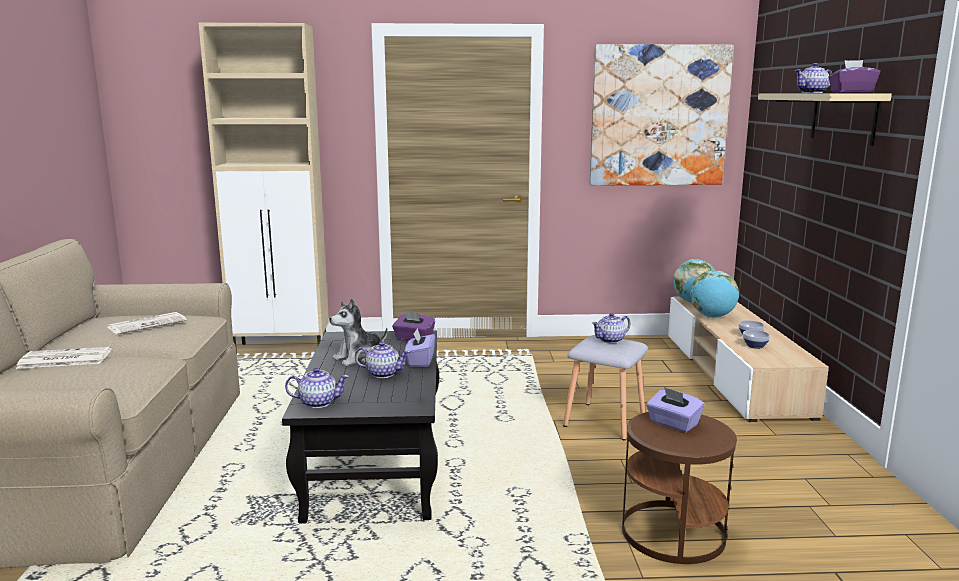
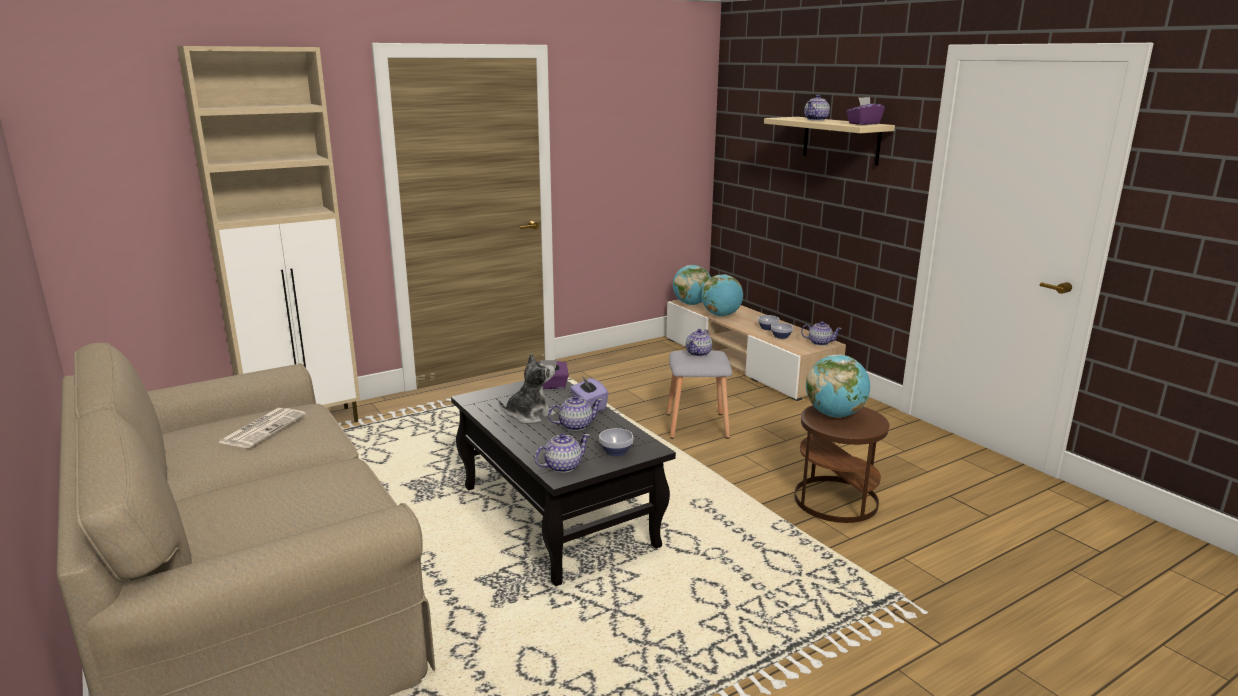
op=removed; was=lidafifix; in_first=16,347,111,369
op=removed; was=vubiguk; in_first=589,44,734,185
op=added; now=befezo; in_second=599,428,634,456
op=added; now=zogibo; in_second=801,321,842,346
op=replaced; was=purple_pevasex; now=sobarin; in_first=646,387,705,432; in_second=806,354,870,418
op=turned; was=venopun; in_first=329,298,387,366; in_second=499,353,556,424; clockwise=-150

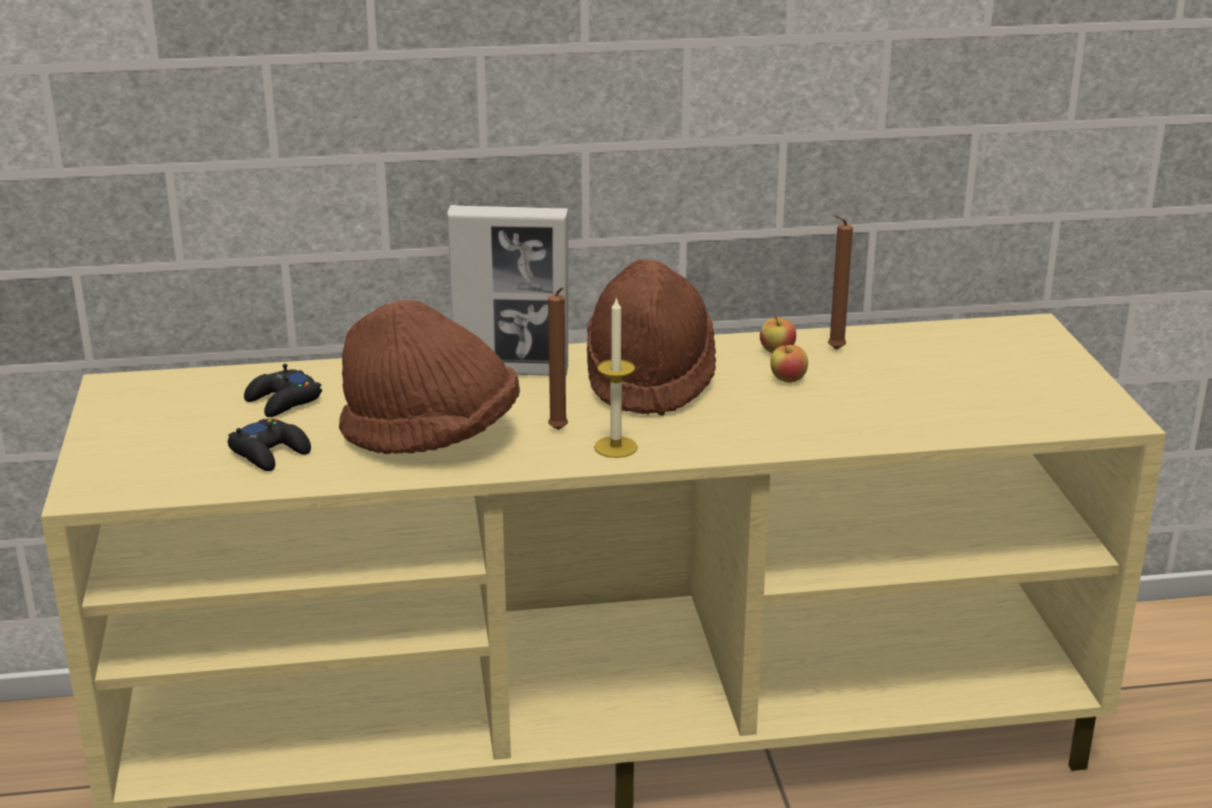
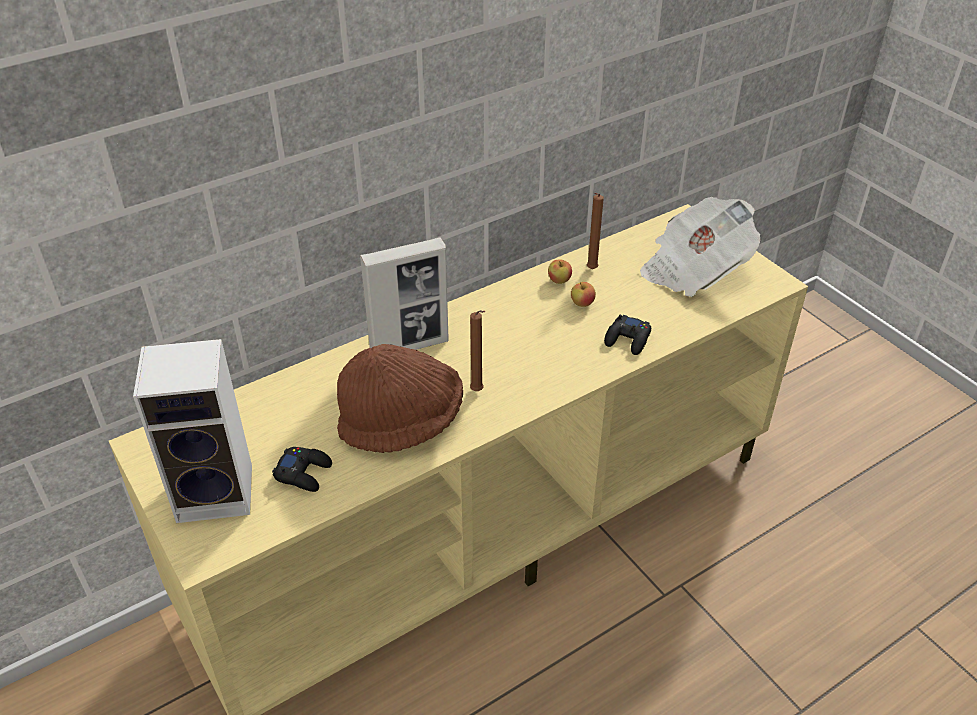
op=removed; was=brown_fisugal; in_first=587,259,716,416
op=removed; was=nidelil; in_first=594,296,638,458
op=added; now=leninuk; in_second=133,339,252,523
op=added; now=lidafifix; in_second=640,197,760,297
op=moved; was=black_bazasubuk; in_first=244,364,322,417; in_second=604,315,651,355

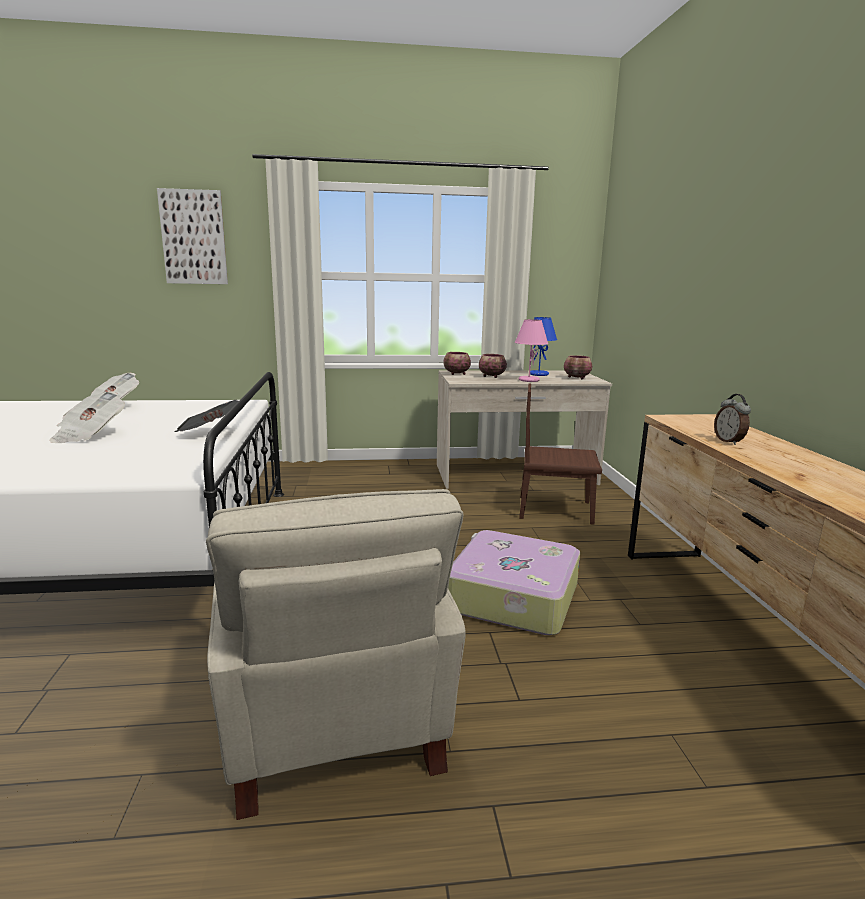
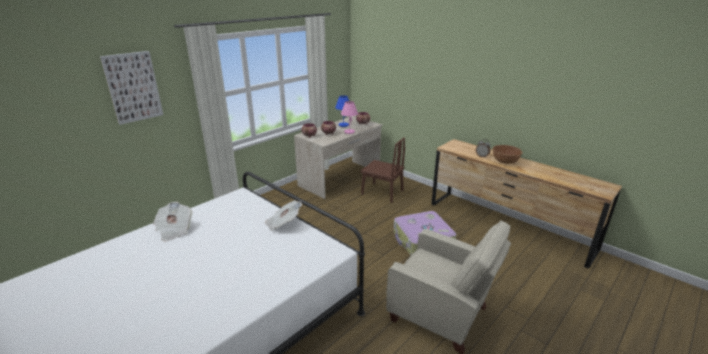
op=removed; was=lidafifix; in_first=49,391,125,443
op=added; now=brown_befezo; in_second=493,145,523,164
op=turned; was=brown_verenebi; in_first=519,384,602,525; in_second=360,137,405,203; clockwise=-120

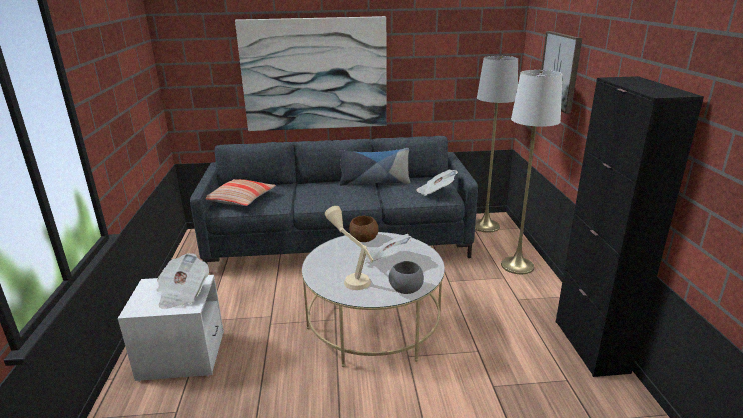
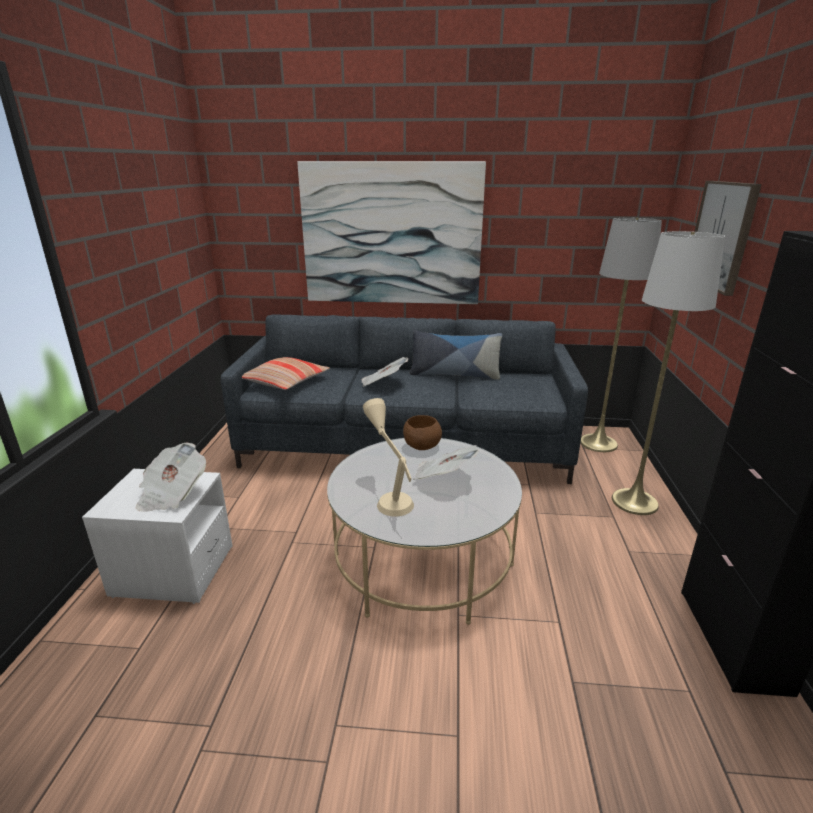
op=removed; was=grey_befezo; in_first=389,261,424,294
op=moved; was=lidafifix; in_first=416,170,458,196; in_second=362,357,408,387

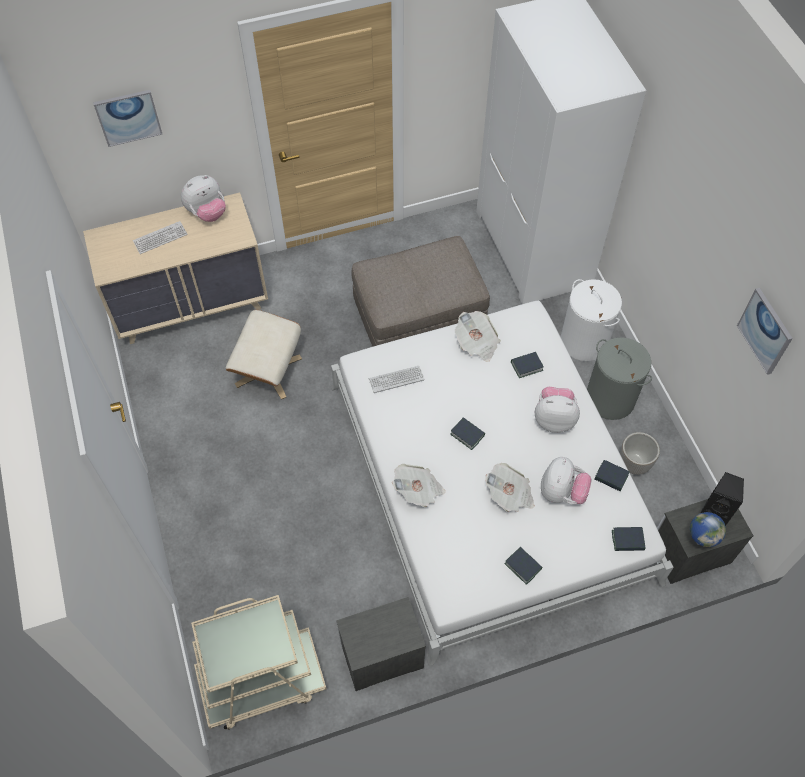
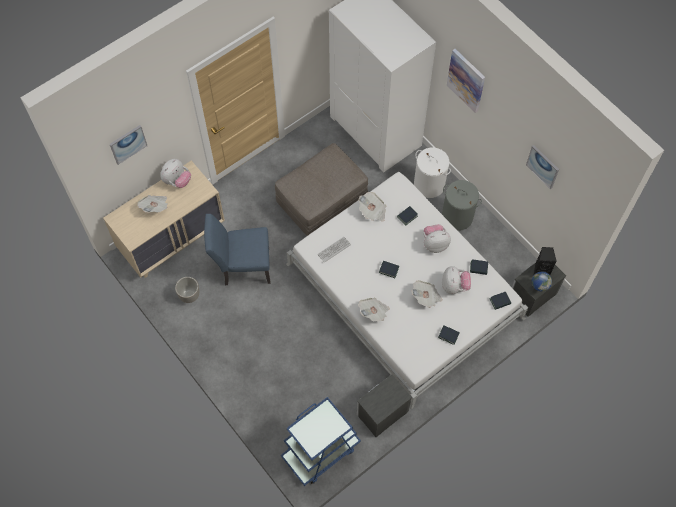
op=added; now=vubiguk; in_second=447,49,485,113
op=moved; was=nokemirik; in_first=620,432,660,475; in_second=175,277,199,303
op=replaced; was=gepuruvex; now=lidafifix; in_first=133,221,187,254; in_second=137,195,168,213
op=replaced; was=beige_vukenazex; now=blue_verenebi; in_first=226,310,302,400; in_second=204,214,271,285
op=recoloured; was=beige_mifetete; now=blue_mifetete; in_first=191,595,327,730; in_second=281,397,361,486

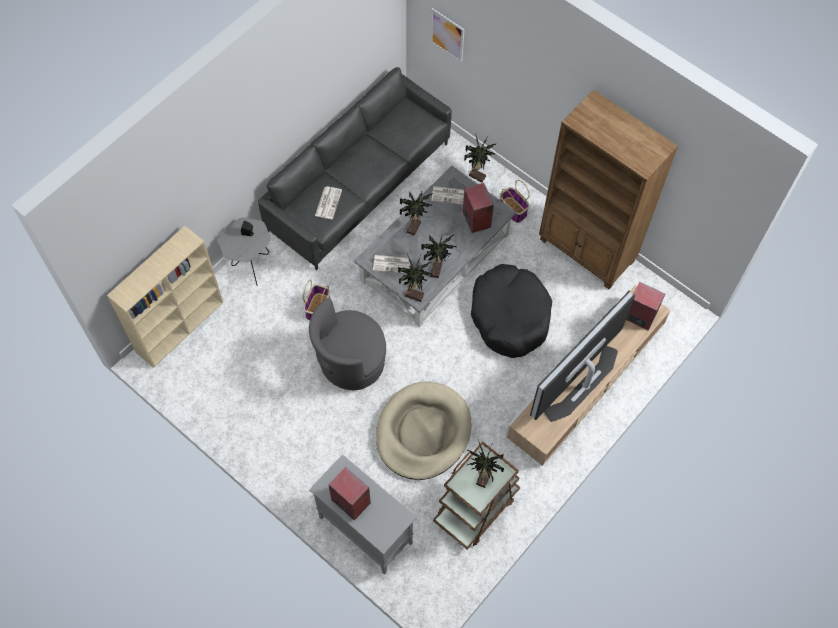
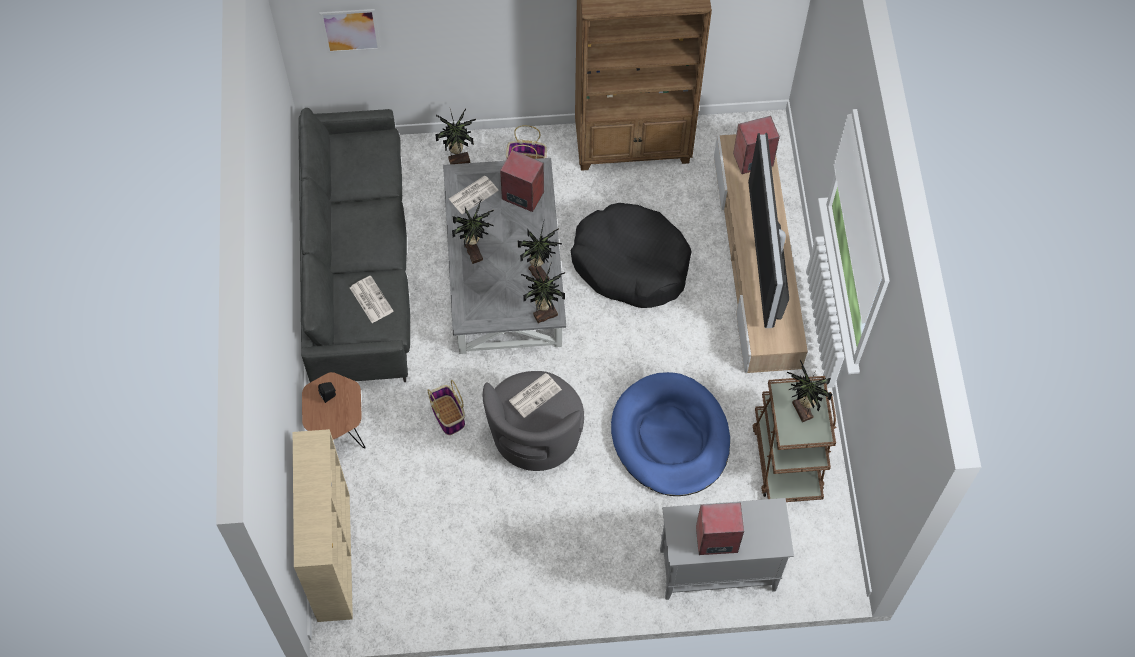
op=moved; was=lidafifix; in_first=373,255,411,274; in_second=509,373,562,418
op=recoloured; was=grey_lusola; now=brown_lusola; in_first=218,217,271,285; in_second=302,372,366,449
op=recoloured; was=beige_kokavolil; now=blue_kokavolil; in_first=376,382,471,480; in_second=611,372,730,496

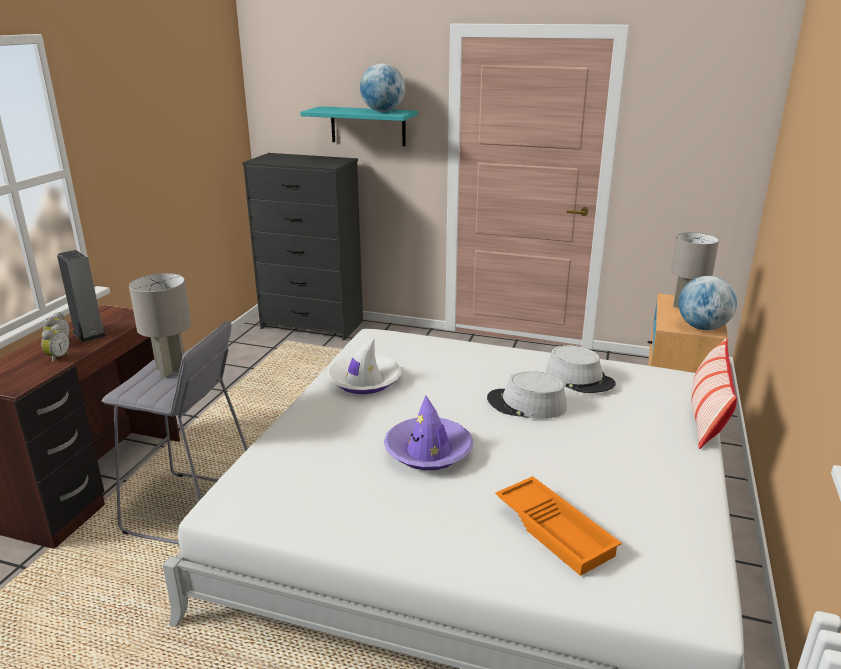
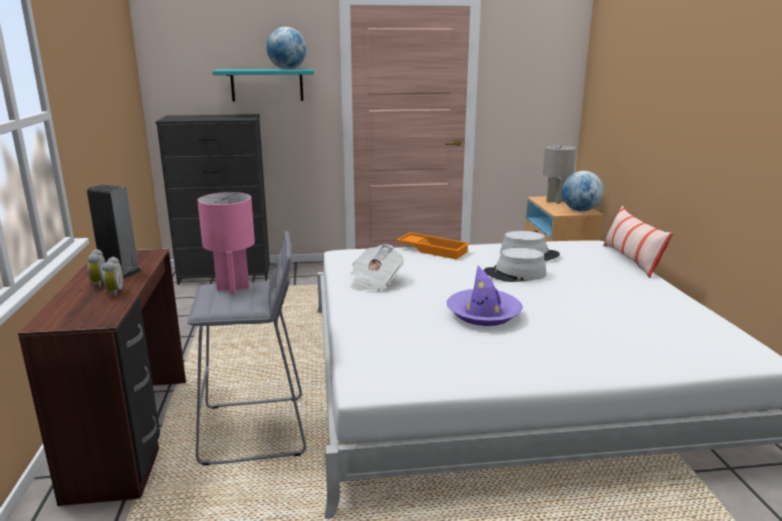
op=moved; was=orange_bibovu; in_first=495,476,622,576; in_second=396,232,470,259
op=replaced; was=white_fisugal; now=lidafifix; in_first=327,338,401,394; in_second=351,244,404,291
op=recoloured; was=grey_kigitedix; now=pink_kigitedix; in_first=129,273,191,378; in_second=197,192,255,295

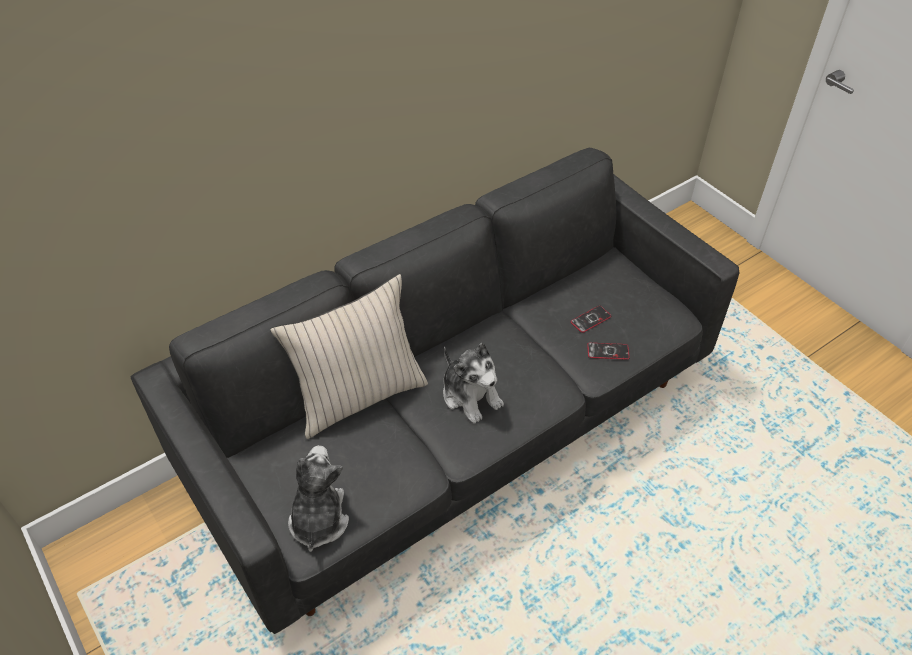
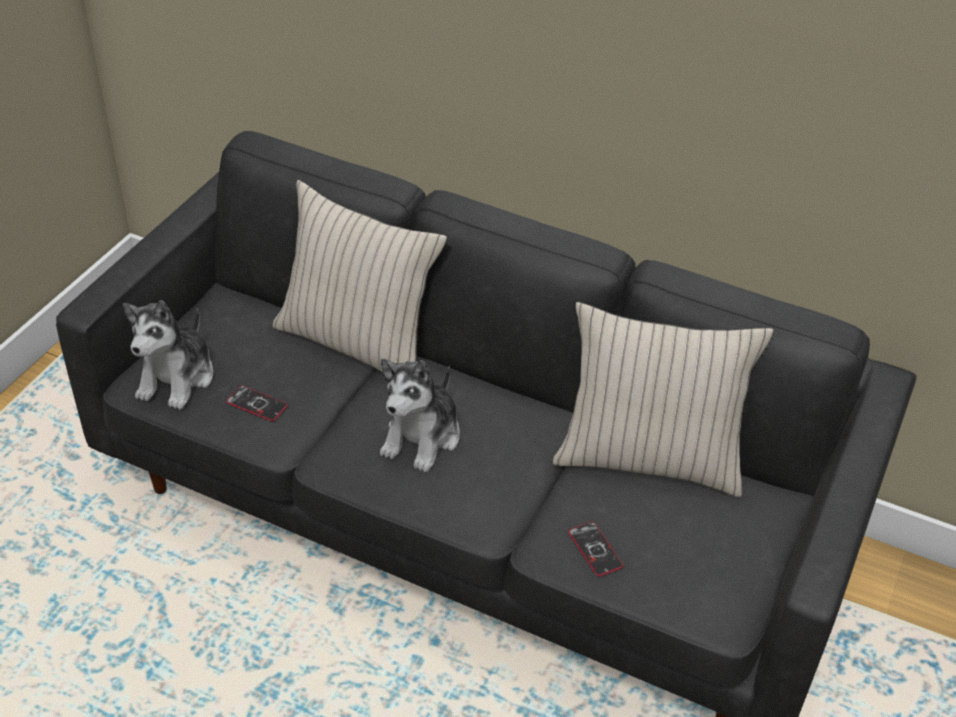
op=added; now=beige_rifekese; in_second=553,302,773,497
op=moved; was=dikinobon; in_first=571,305,611,333; in_second=226,385,288,422
op=turned; was=venopun; in_first=288,445,349,552; in_second=123,300,214,410; clockwise=135

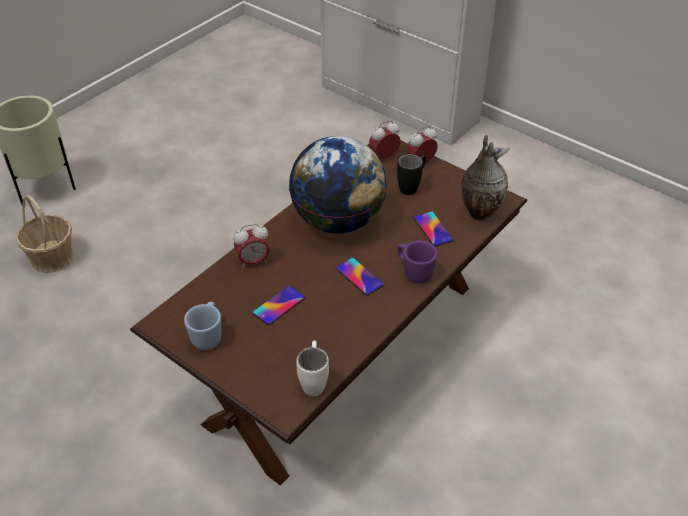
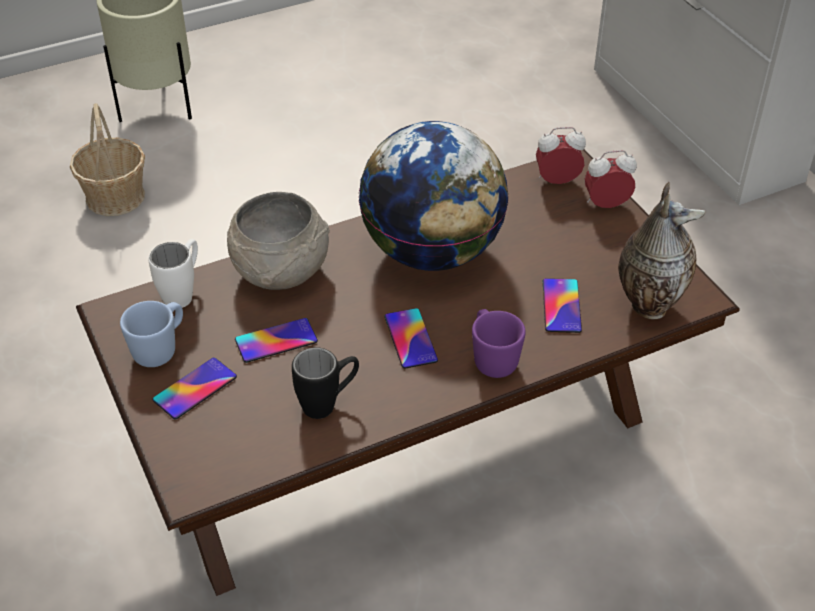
op=added; now=dikinobon; in_second=153,358,237,419
op=moved; was=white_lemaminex; in_first=296,341,329,396; in_second=148,239,198,308
op=moved; was=black_lemaminex; in_first=397,154,426,195; in_second=292,347,359,419
op=replaced; was=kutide; now=grey_befezo; in_first=233,224,270,268; in_second=227,192,330,290

